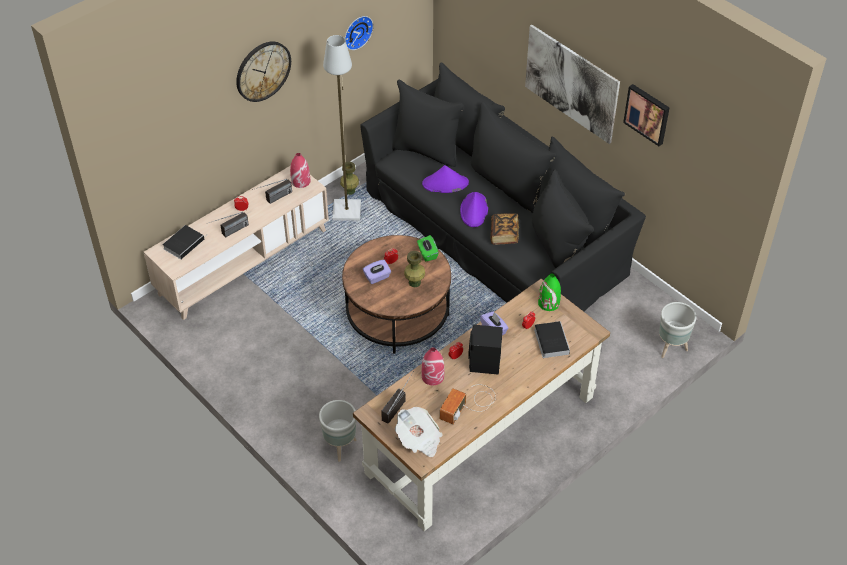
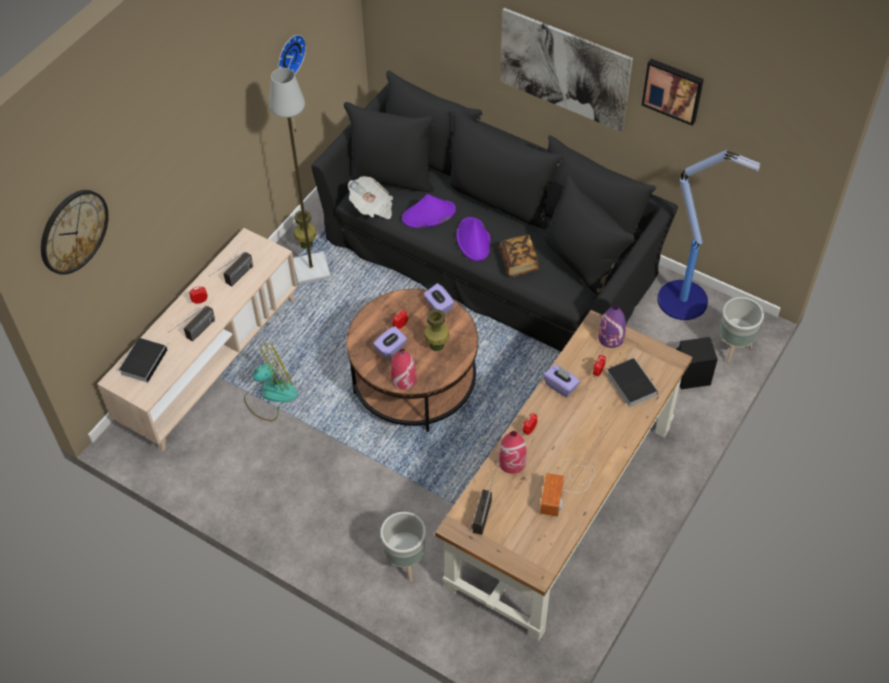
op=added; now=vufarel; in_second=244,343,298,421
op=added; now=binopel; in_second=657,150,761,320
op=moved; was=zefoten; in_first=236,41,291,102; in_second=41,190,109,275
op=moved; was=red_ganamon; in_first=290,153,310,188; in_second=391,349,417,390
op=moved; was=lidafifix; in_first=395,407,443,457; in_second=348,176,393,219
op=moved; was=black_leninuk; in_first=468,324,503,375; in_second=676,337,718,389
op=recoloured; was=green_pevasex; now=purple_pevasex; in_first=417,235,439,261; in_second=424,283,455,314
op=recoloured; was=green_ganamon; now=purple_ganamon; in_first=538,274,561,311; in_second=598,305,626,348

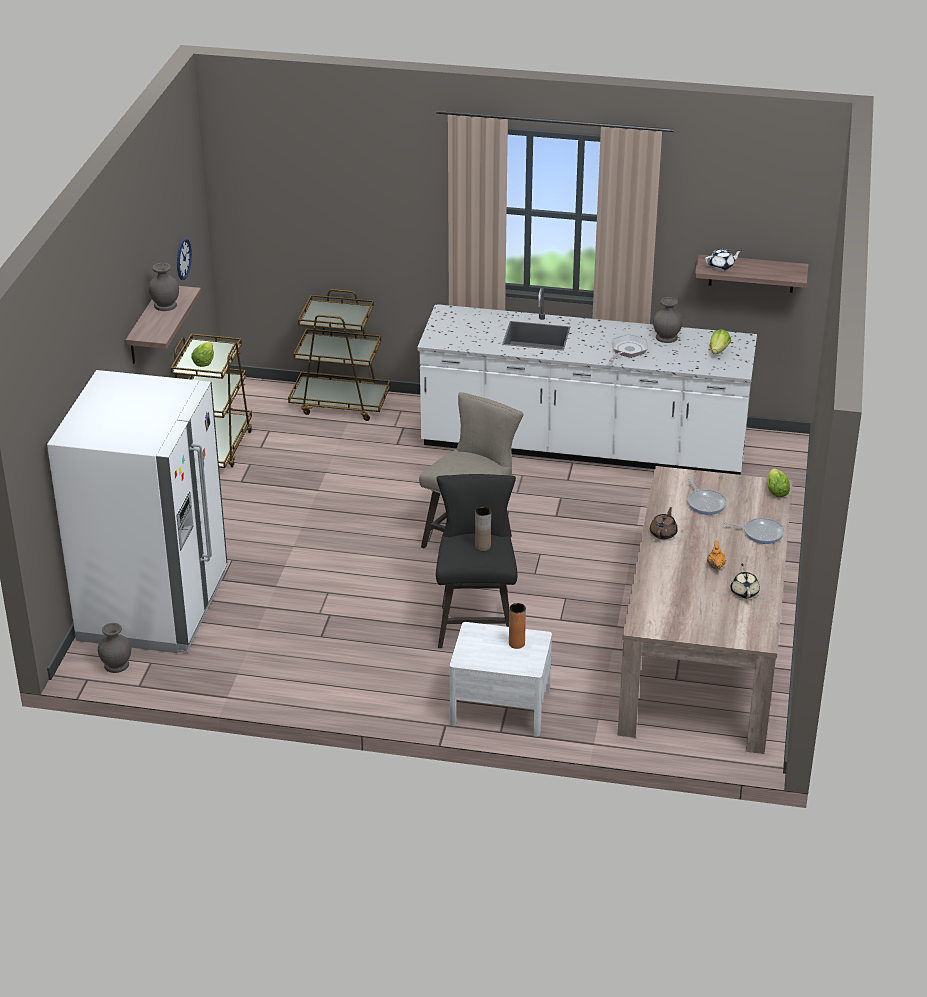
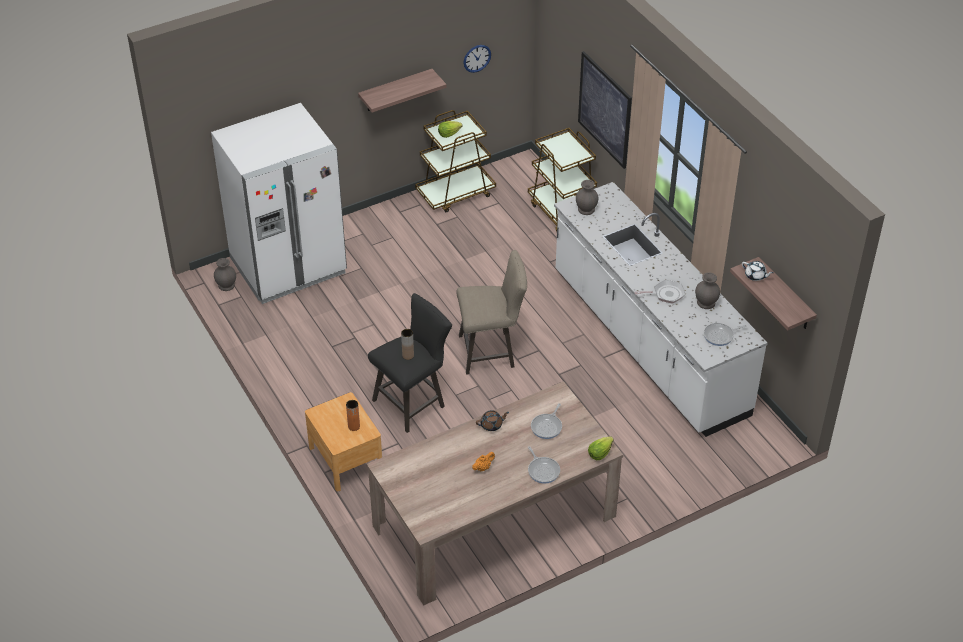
op=removed; was=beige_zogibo; in_first=730,563,760,599
op=added; now=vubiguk; in_second=578,51,632,169
op=moved; was=grey_ganamon; in_first=148,263,179,311; in_second=576,180,598,215
op=replaced; was=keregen; now=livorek; in_first=710,329,731,354; in_second=704,323,747,346
op=recoloured; was=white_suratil; now=brown_suratil; in_first=450,622,552,737; in_second=305,392,382,492

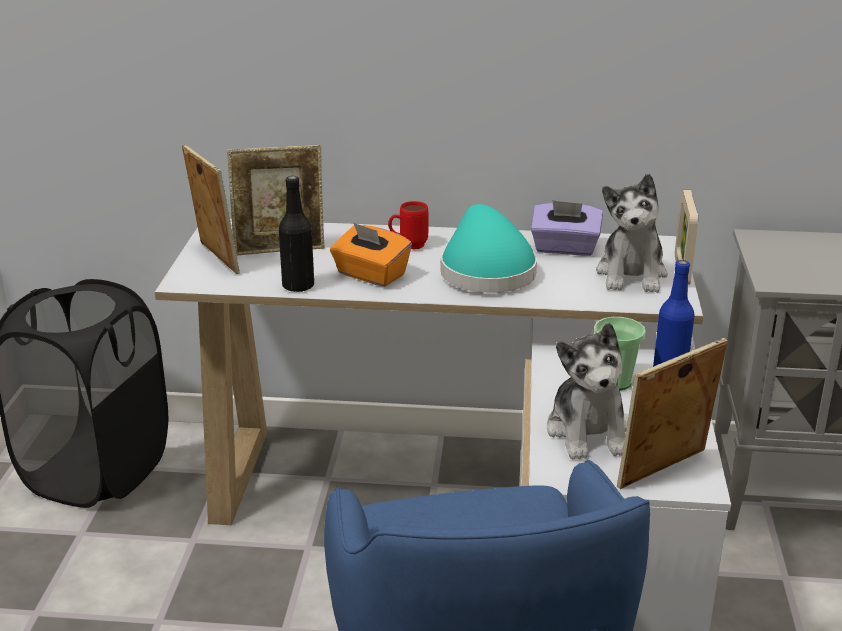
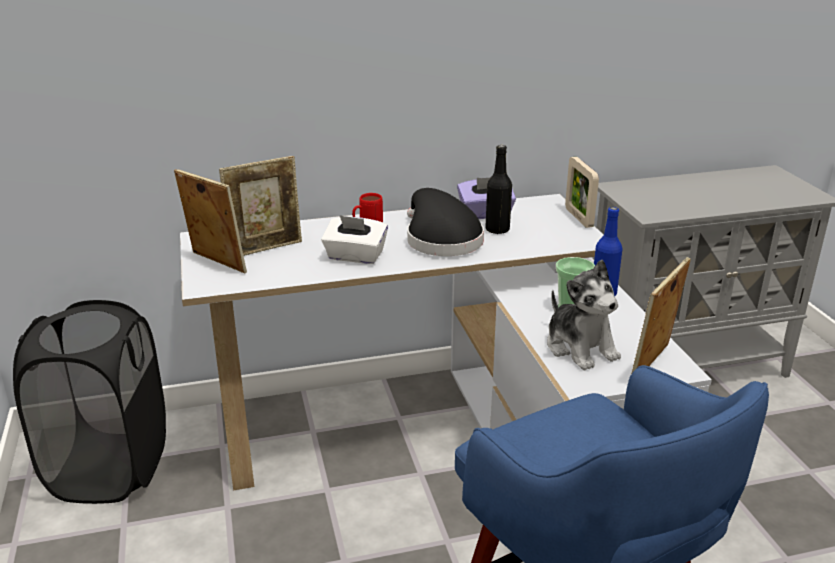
op=removed; was=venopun; in_first=596,174,668,293
op=moved; was=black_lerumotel; in_first=279,176,314,292; in_second=485,145,512,234
op=recoloured; was=orange_pevasex; now=white_pevasex; in_first=330,222,412,287; in_second=321,215,388,264
op=recoloured; was=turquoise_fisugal; now=black_fisugal; in_first=441,204,537,293; in_second=407,188,484,256

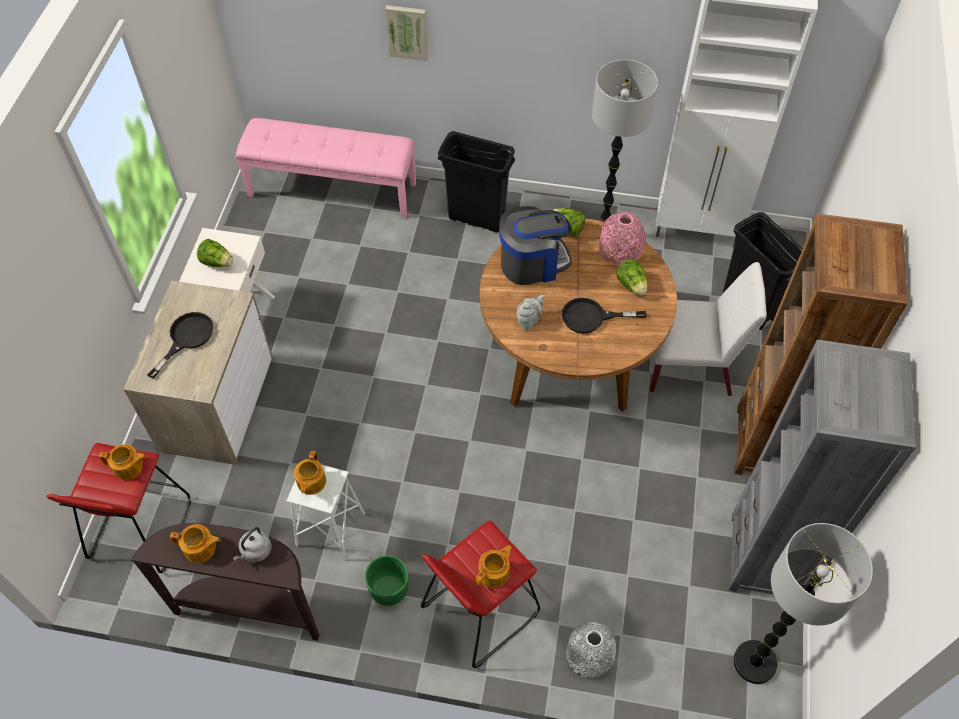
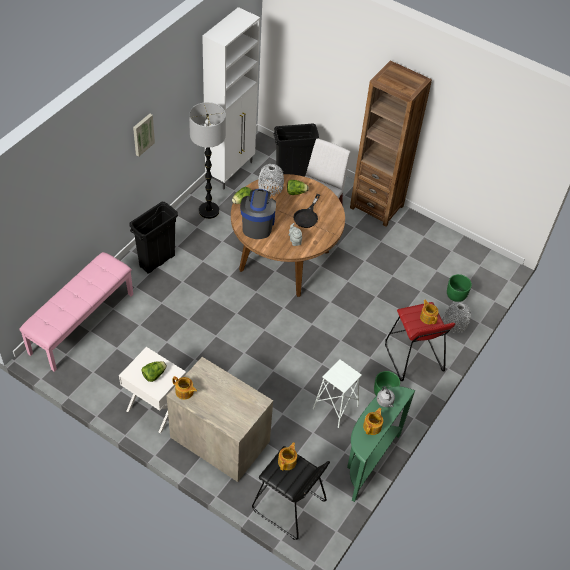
op=removed; was=black_livorek; in_first=147,312,214,379
op=removed; was=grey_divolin; in_first=728,340,916,595
op=removed; was=binopel; in_first=733,523,873,684
op=added; now=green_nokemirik; in_second=447,274,472,302
op=moved; was=zogibo; in_first=294,451,326,495; in_second=172,376,197,400
op=moved; was=vubiguk; in_first=385,5,428,61; in_second=133,114,155,157
op=recoloured; was=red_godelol; now=black_godelol; in_first=46,443,191,573; in_second=252,446,330,540
op=recoloured; was=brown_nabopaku; now=green_nabopaku; in_first=131,523,319,641; in_second=347,386,416,502
op=recoloured; was=pink_ganamon; now=grey_ganamon; in_first=599,211,646,266; in_second=258,164,284,196

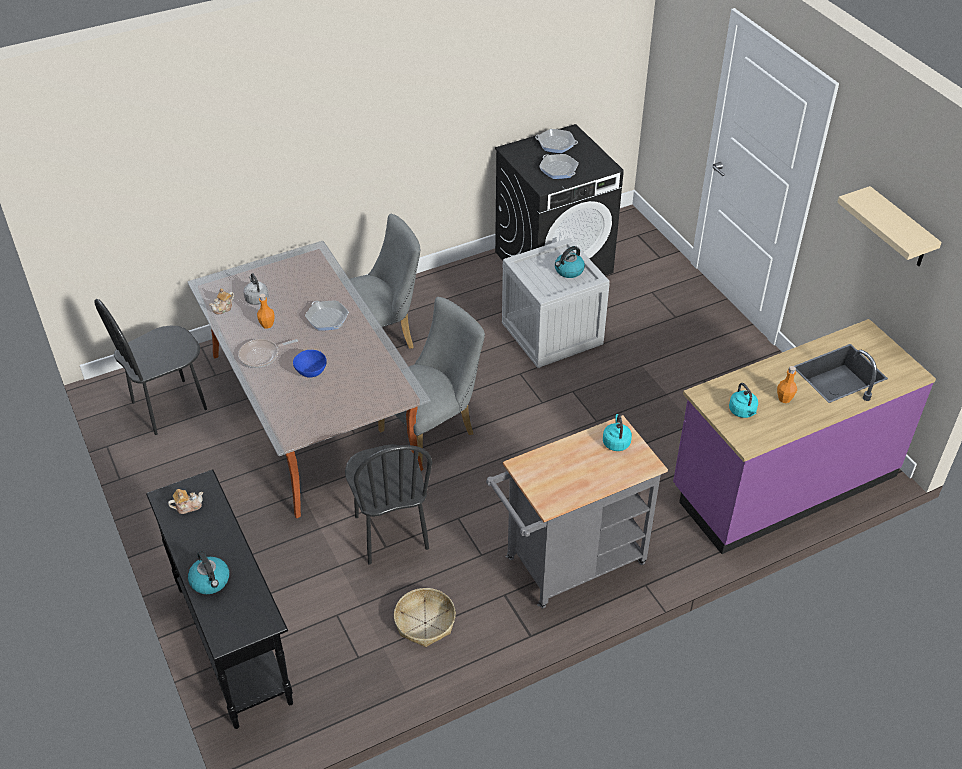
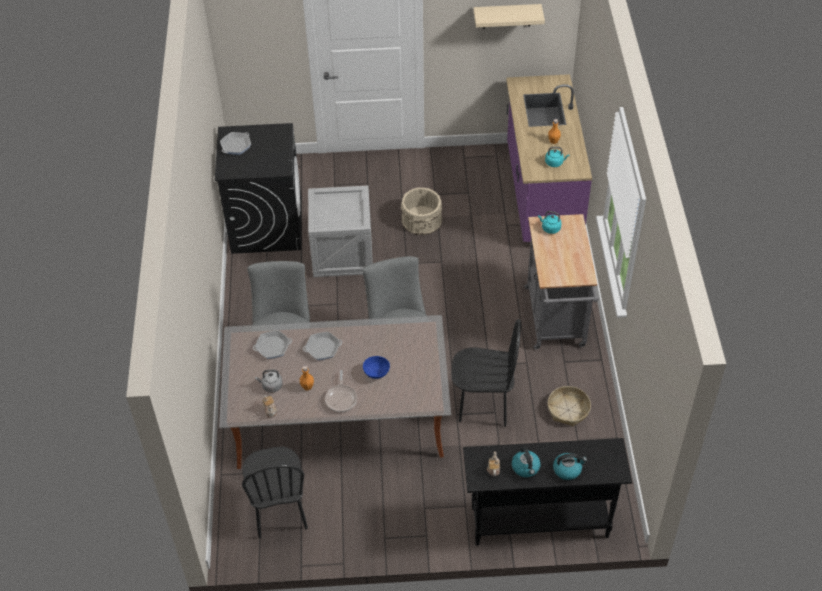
op=added; now=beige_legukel; in_second=401,187,442,235
op=moved; was=livorek; in_first=539,154,579,179; in_second=253,330,292,359
op=moved; was=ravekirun; in_first=555,246,585,278; in_second=512,447,541,477

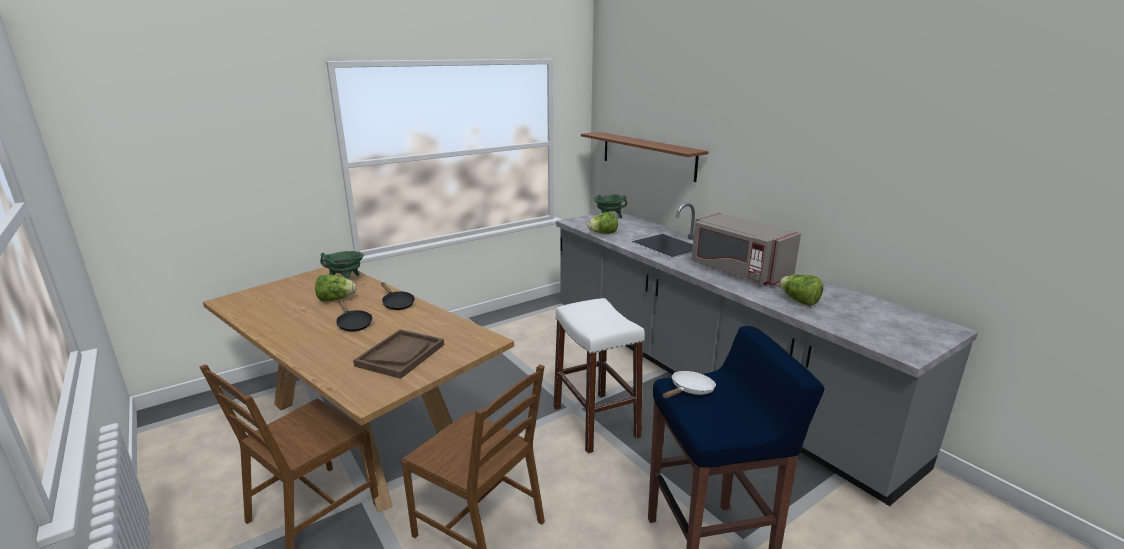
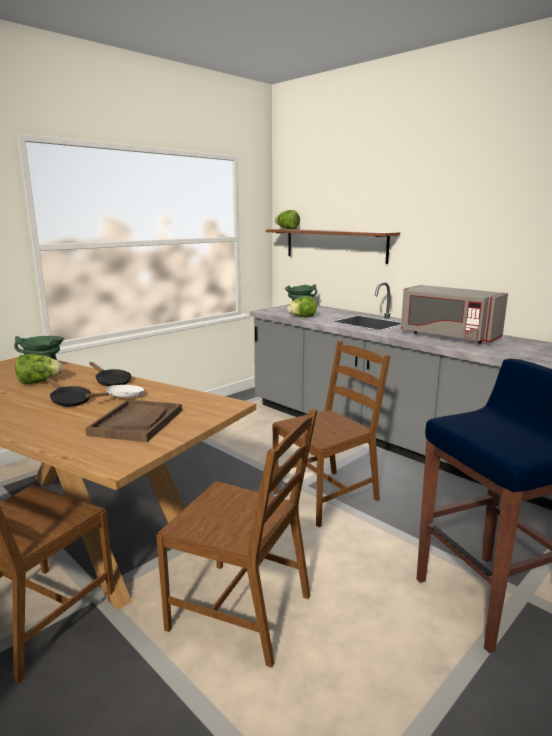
op=moved; was=white_livorek; in_first=663,371,716,399; in_second=86,385,145,397
op=moved; was=keregen; in_first=779,274,824,306; in_second=275,210,300,229
op=replaced; was=white_godelol; now=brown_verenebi; in_first=554,298,645,453; in_second=273,341,391,527

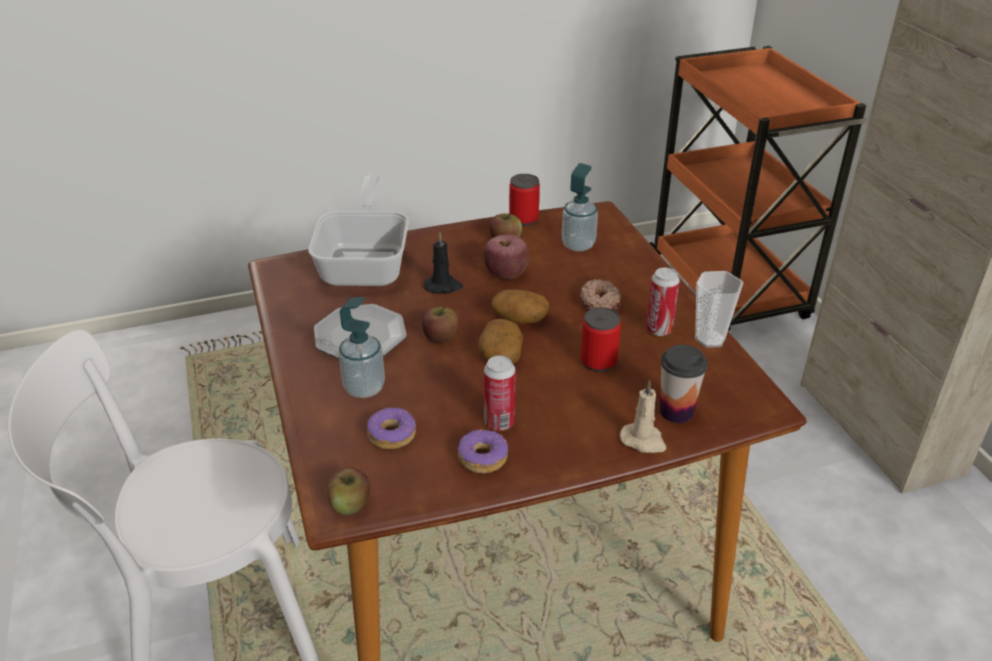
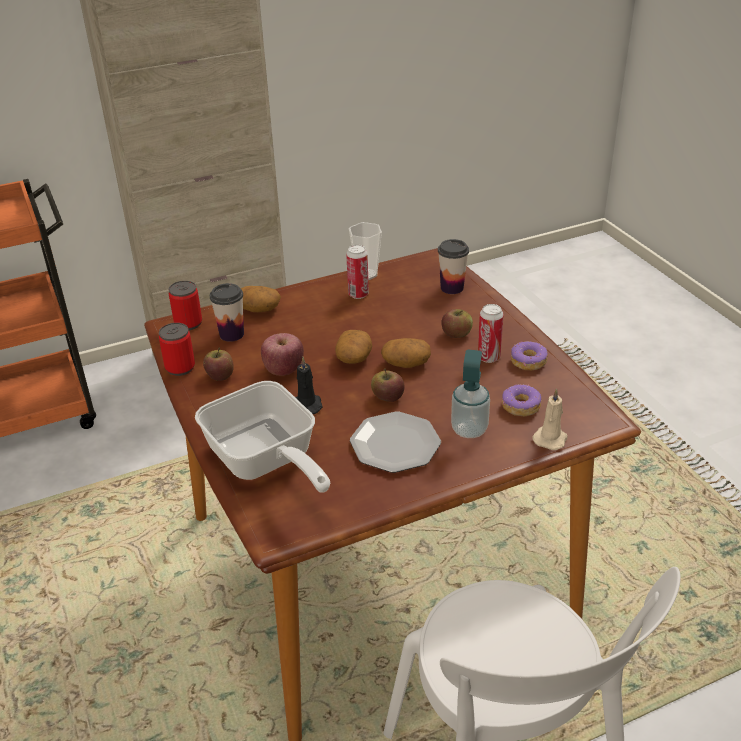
op=removed; was=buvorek; in_first=580,279,621,311
op=added; now=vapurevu; in_second=241,286,281,312
op=moved; was=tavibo; in_first=327,467,370,515; in_second=441,309,473,338
op=moved; was=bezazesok; in_first=580,307,621,372; in_second=168,281,202,330
op=moved; was=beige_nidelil; in_first=620,380,666,453; in_second=532,388,567,450
op=replaced; was=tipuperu; now=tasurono; in_first=562,163,598,252; in_second=210,283,244,342
op=turned; was=livorek; in_first=308,173,409,286; in_second=195,381,330,492; clockwise=-120

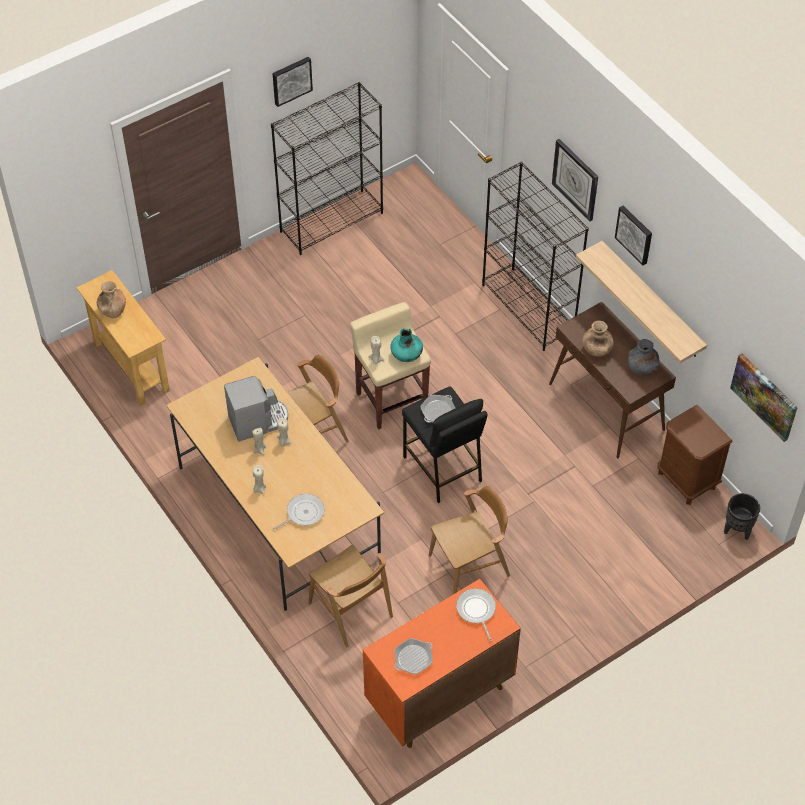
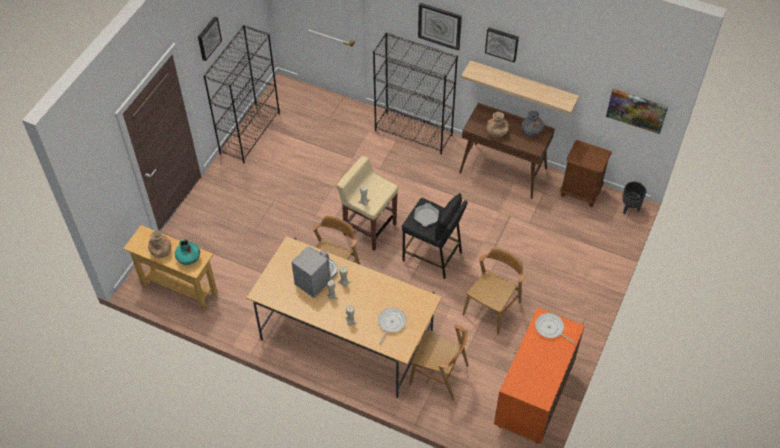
op=removed; was=livorek; in_first=394,638,433,674
op=moved; was=turquoise_ganamon; in_first=390,328,423,362; in_second=175,239,200,265

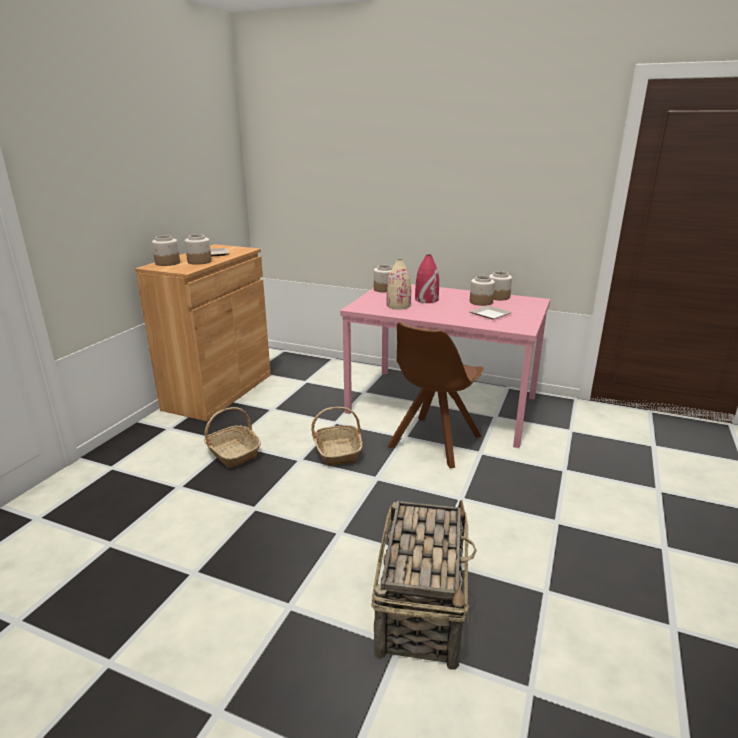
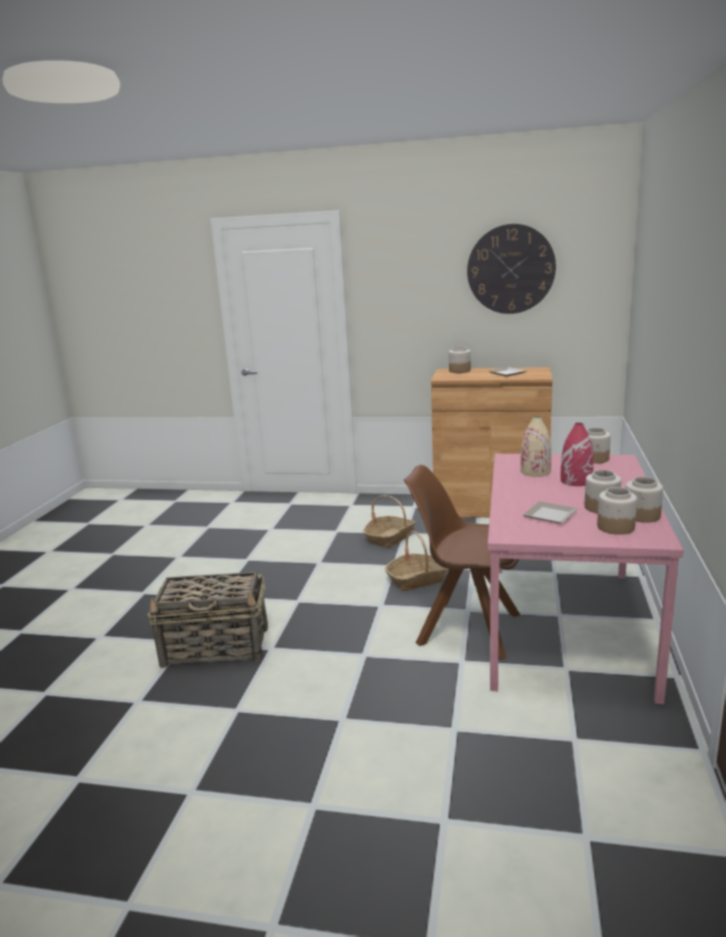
op=added; now=zefoten; in_second=467,224,556,314
op=moved; was=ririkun; in_first=185,234,212,265; in_second=597,487,637,535

